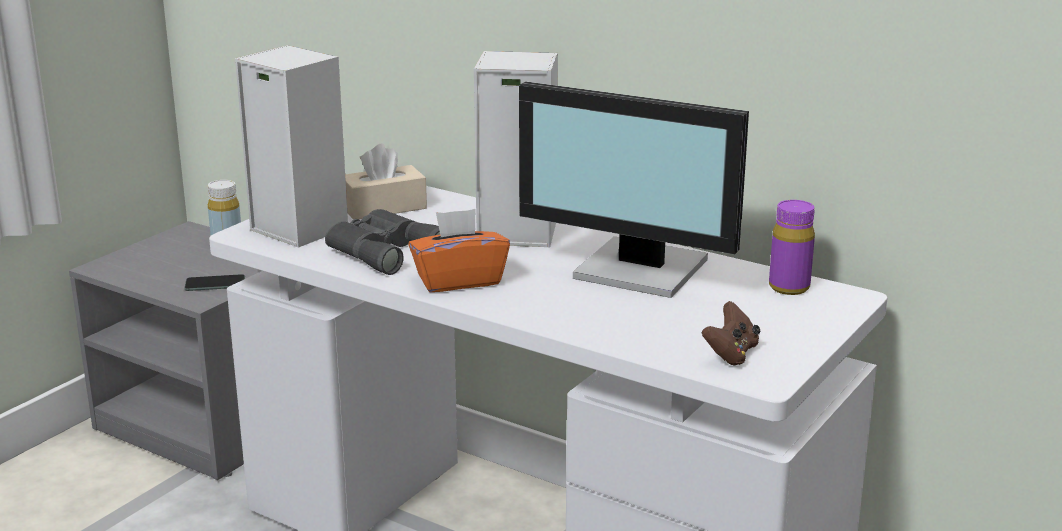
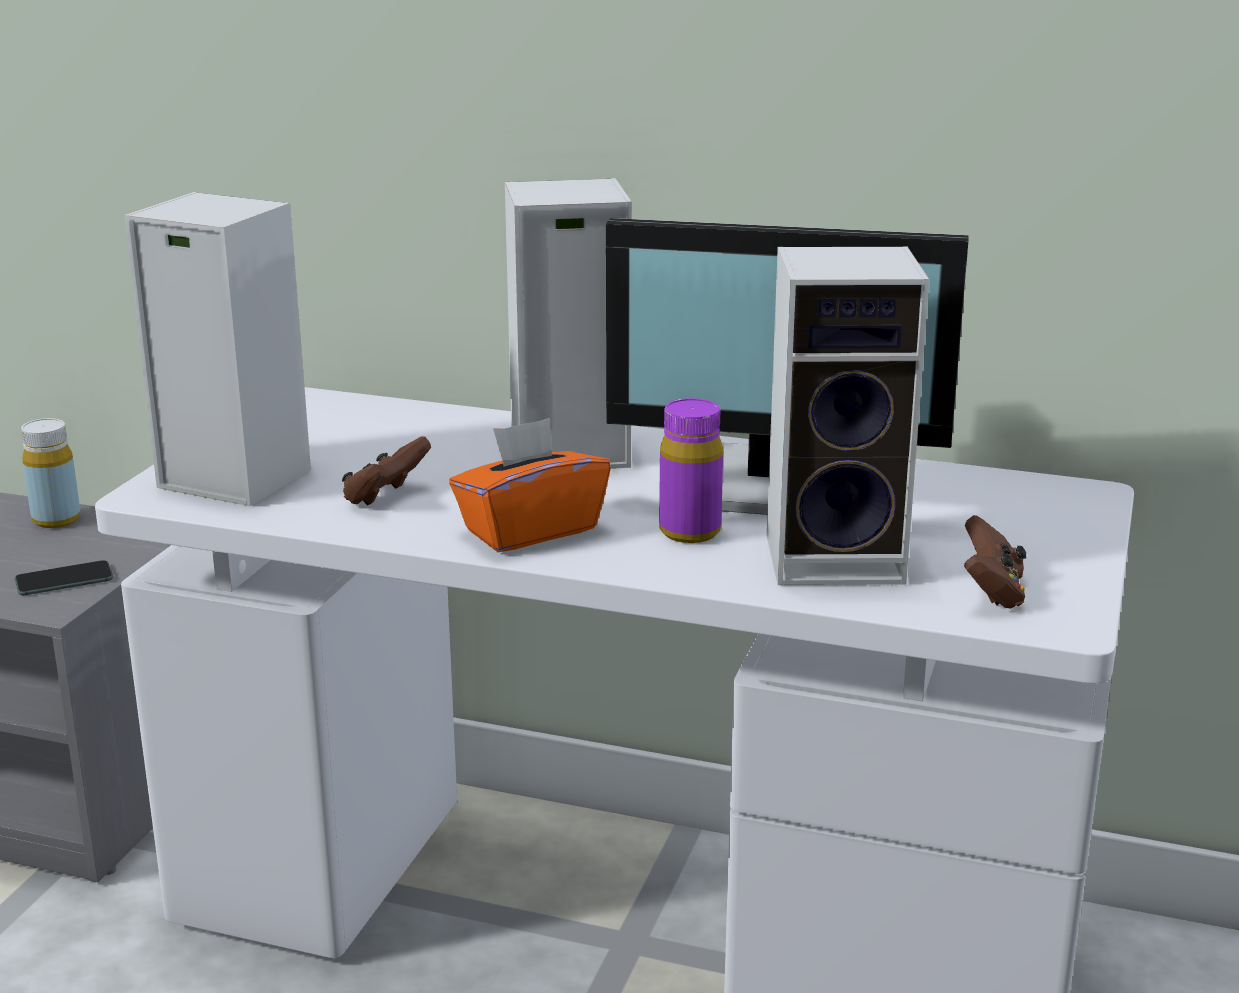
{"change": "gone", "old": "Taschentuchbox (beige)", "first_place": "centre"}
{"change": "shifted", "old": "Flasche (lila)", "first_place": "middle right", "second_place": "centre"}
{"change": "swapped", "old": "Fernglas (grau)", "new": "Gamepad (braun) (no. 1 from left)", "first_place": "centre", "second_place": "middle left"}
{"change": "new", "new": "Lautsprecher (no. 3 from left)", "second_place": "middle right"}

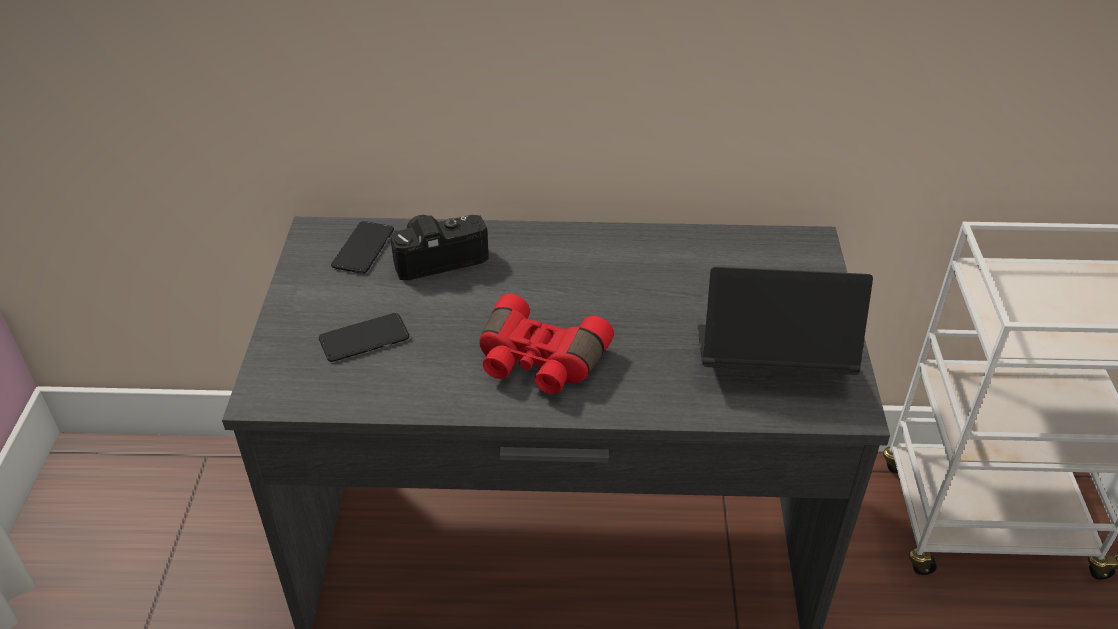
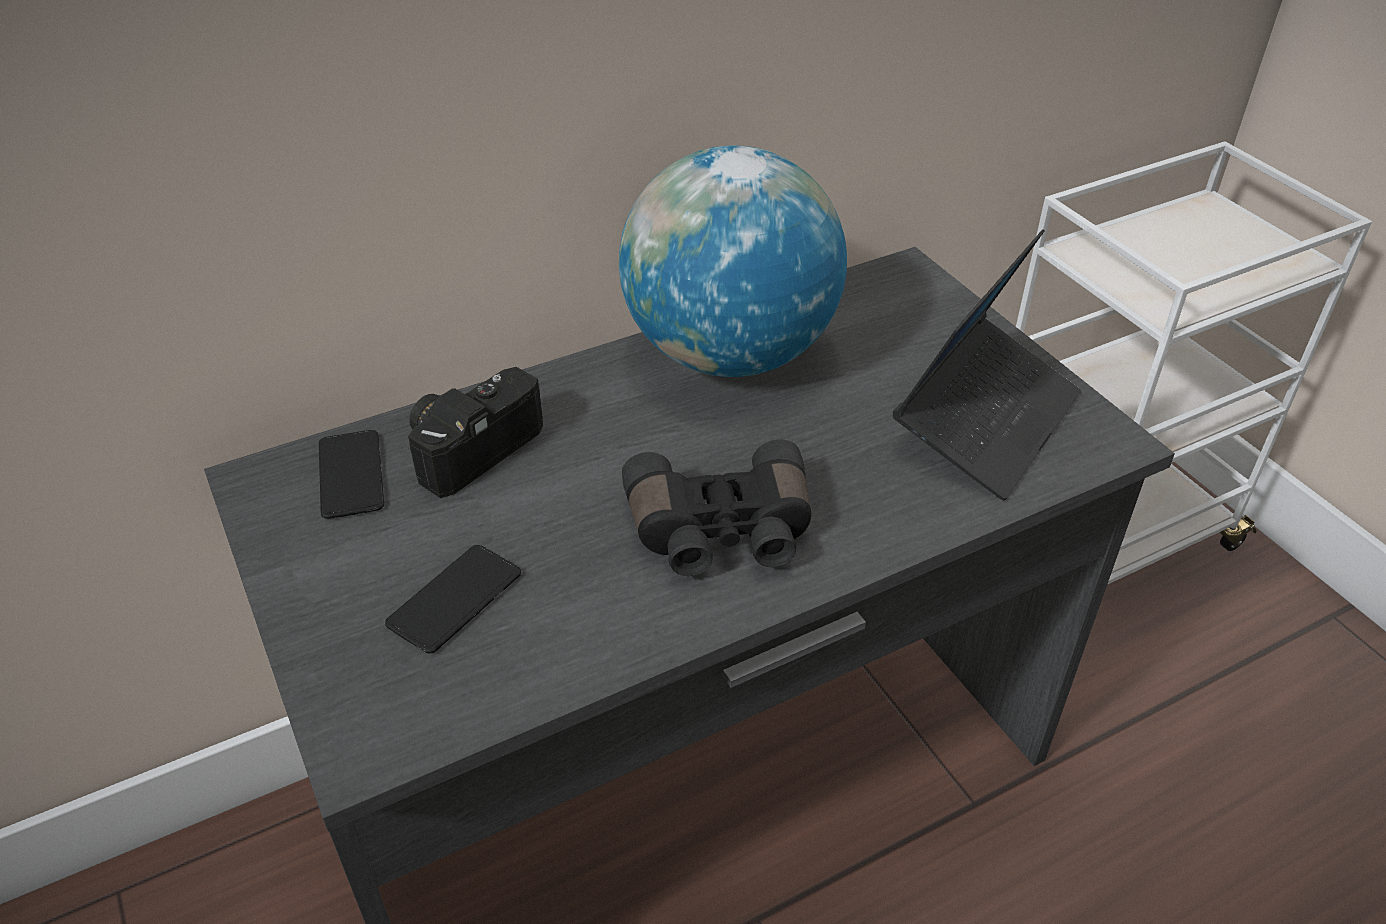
{"change": "rotated", "old": "Laptop", "first_place": "middle right", "second_place": "middle right", "degrees": 150}
{"change": "repainted", "old": "Fernglas (rot)", "new": "Fernglas (schwarz)", "first_place": "centre", "second_place": "centre"}
{"change": "new", "new": "Globus", "second_place": "top centre"}

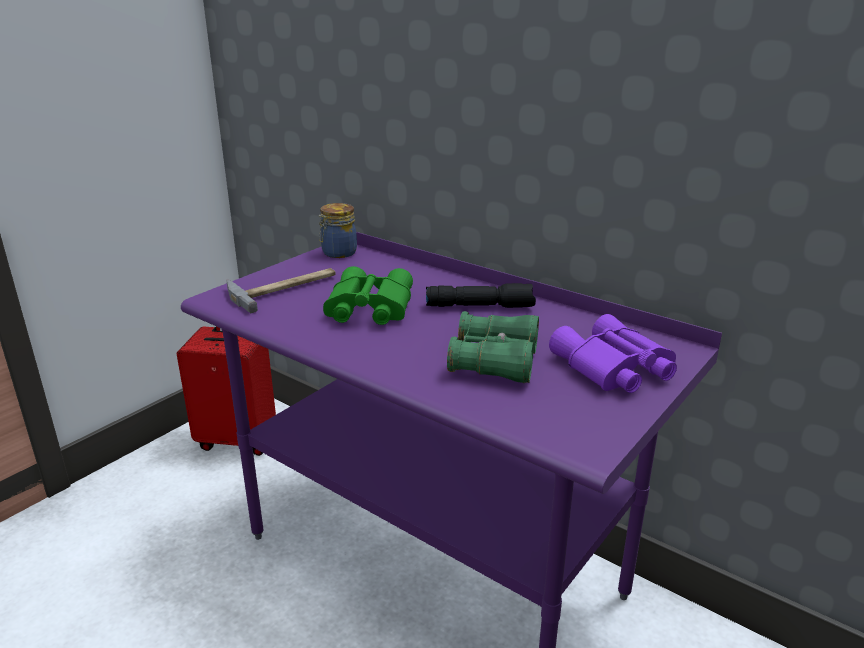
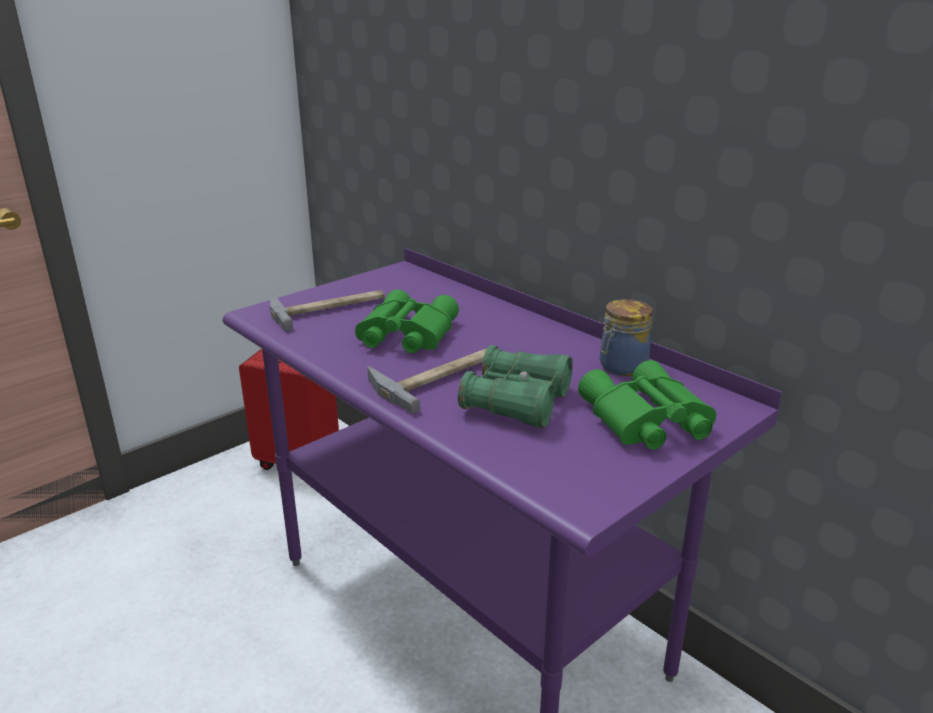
{"change": "shifted", "old": "Vorratsglas", "first_place": "centre", "second_place": "middle right"}
{"change": "gone", "old": "Taschenlampe (schwarz)", "first_place": "centre"}
{"change": "repainted", "old": "Fernglas (lila)", "new": "Fernglas (grün) (no. 3 from left)", "first_place": "middle right", "second_place": "middle right"}
{"change": "new", "new": "Hammer (no. 2 from left)", "second_place": "centre"}

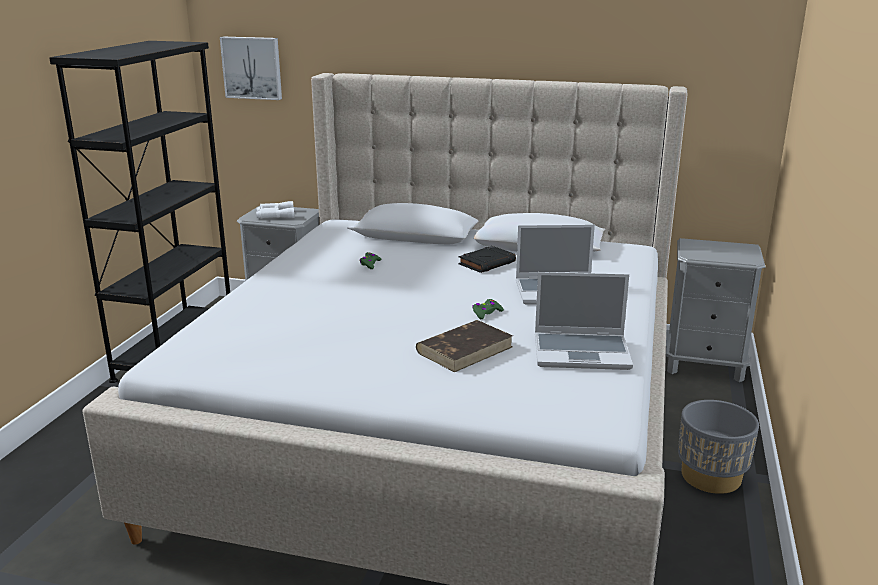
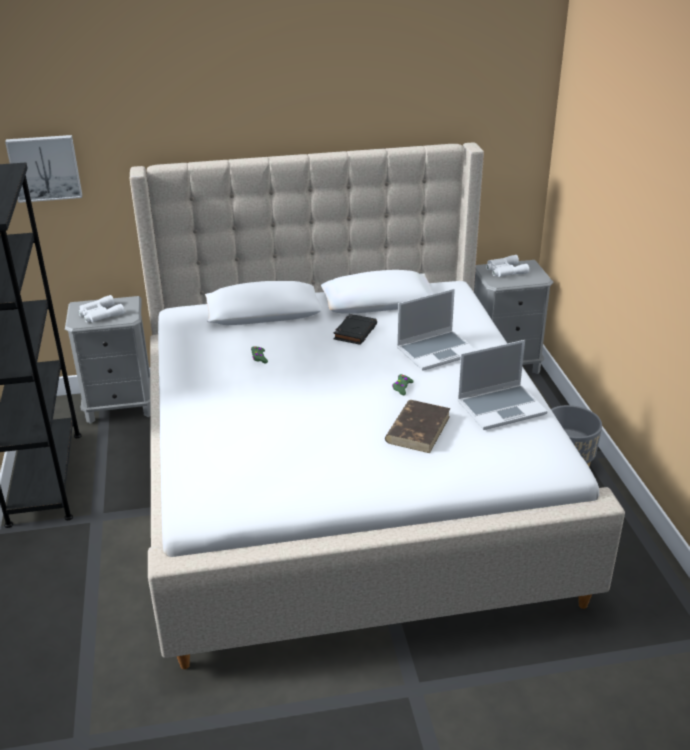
{"change": "new", "new": "Fernglas (weiß) (no. 2 from left)", "second_place": "middle right"}

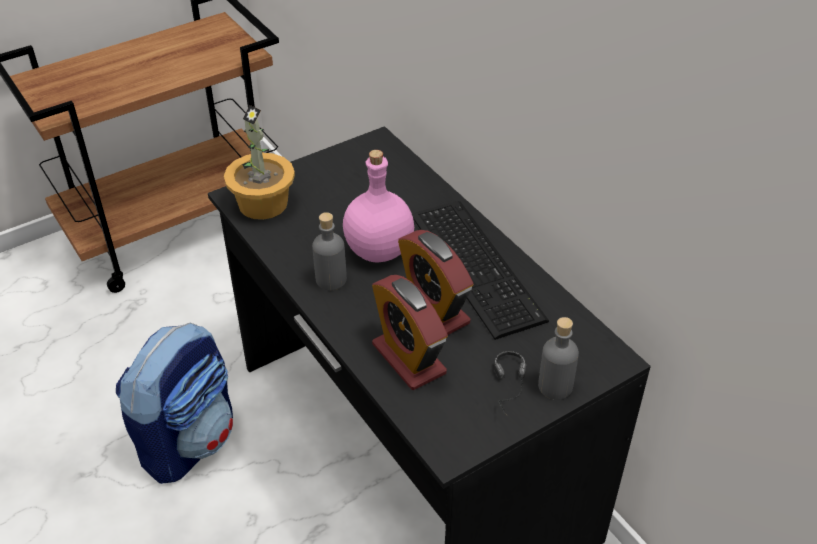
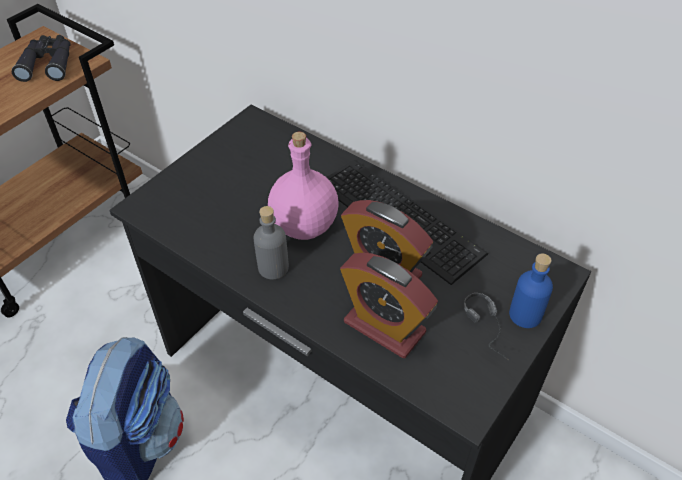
{"change": "gone", "old": "Topfpflanze", "first_place": "top left"}
{"change": "repainted", "old": "Flasche (grau) (no. 2 from left)", "new": "Flasche (blau)", "first_place": "middle right", "second_place": "middle right"}
{"change": "new", "new": "Fernglas (schwarz)", "second_place": "top left"}

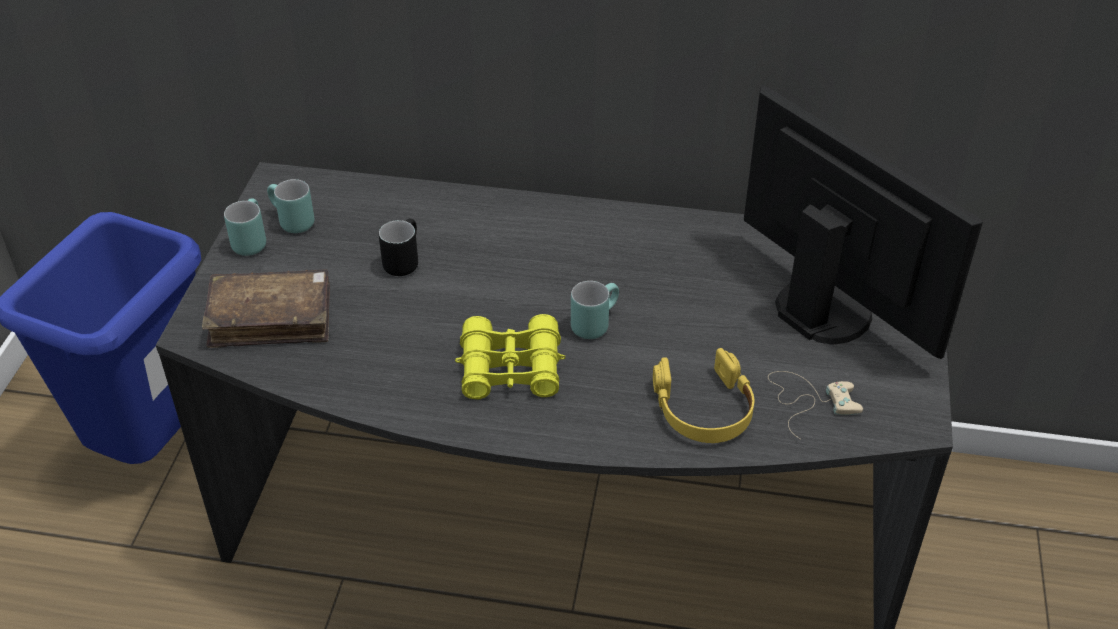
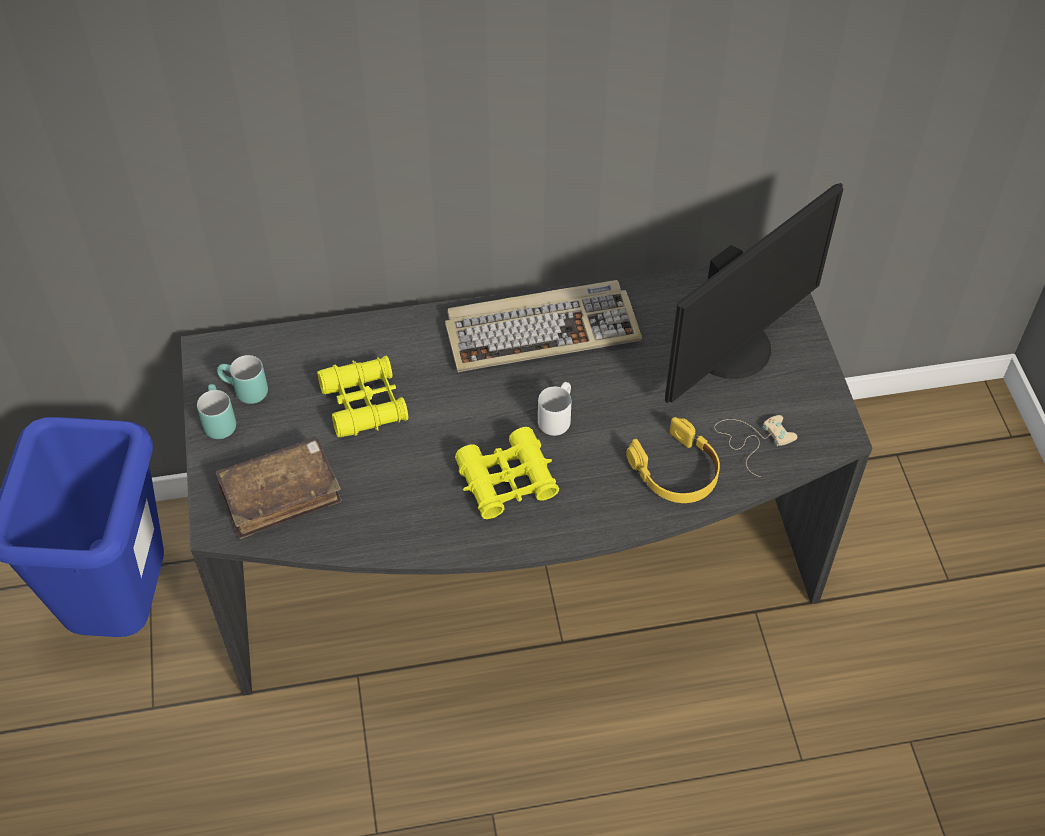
{"change": "rotated", "old": "Monitor", "first_place": "middle right", "second_place": "middle right", "degrees": 105}
{"change": "swapped", "old": "Henkelbecher (schwarz)", "new": "Fernglas (gelb) (no. 1 from left)", "first_place": "centre", "second_place": "centre"}
{"change": "repainted", "old": "Henkelbecher (türkis) (no. 3 from left)", "new": "Henkelbecher (weiß)", "first_place": "centre", "second_place": "centre"}
{"change": "new", "new": "Tastatur", "second_place": "centre"}

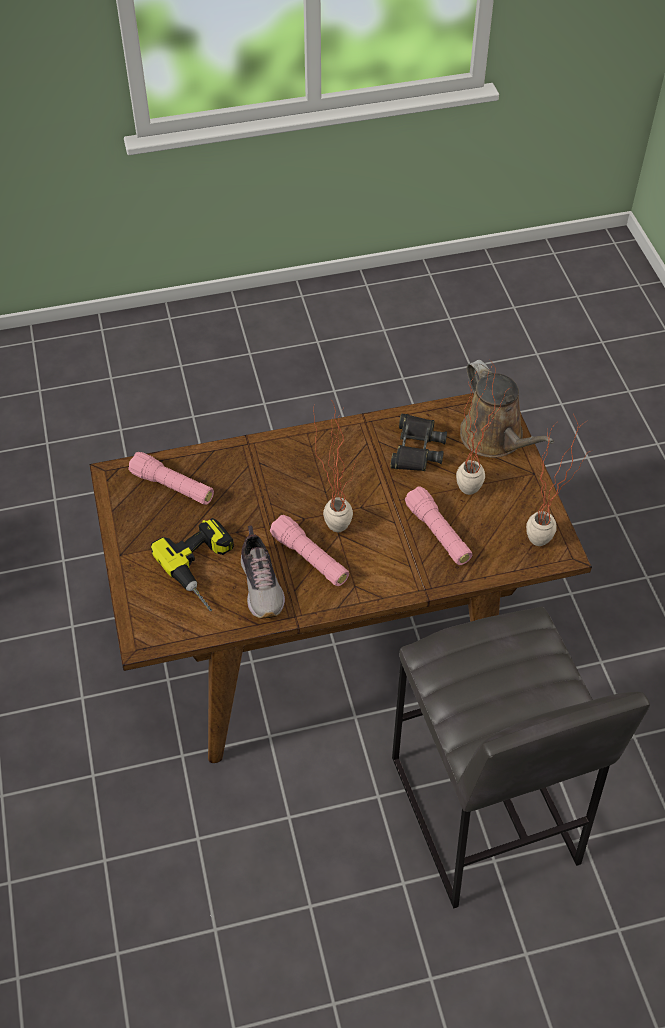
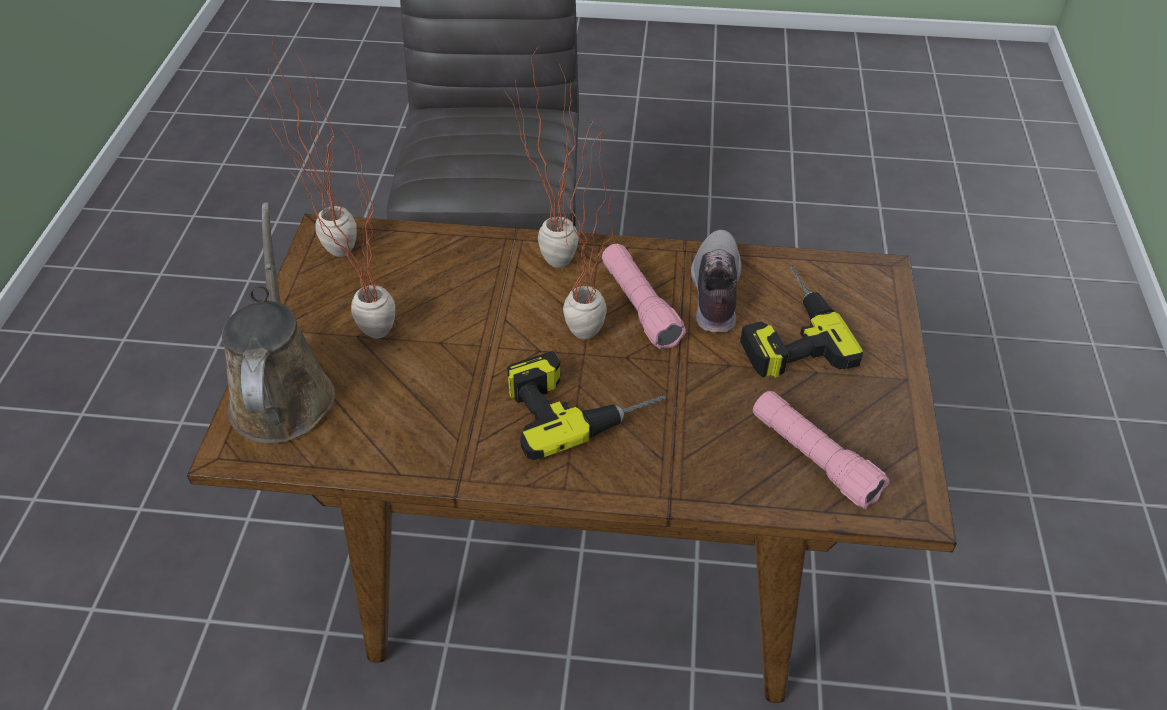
{"change": "gone", "old": "Fernglas (schwarz)", "first_place": "centre"}
{"change": "gone", "old": "Taschenlampe (rosa) (no. 3 from left)", "first_place": "centre"}
{"change": "new", "new": "Topfpflanze (no. 3 from left)", "second_place": "top centre"}
{"change": "new", "new": "Bohrmaschine (no. 1 from left)", "second_place": "centre"}

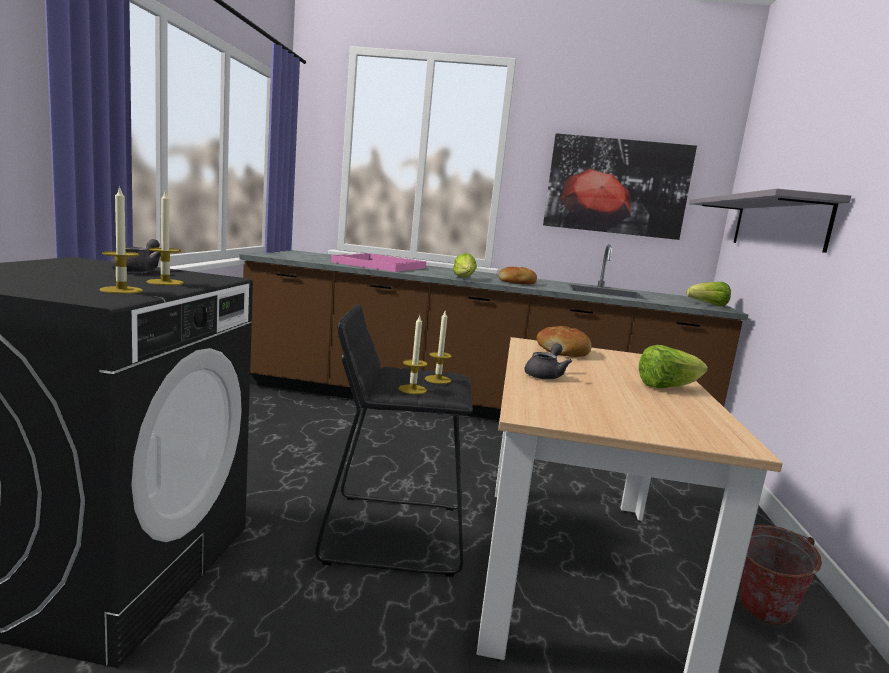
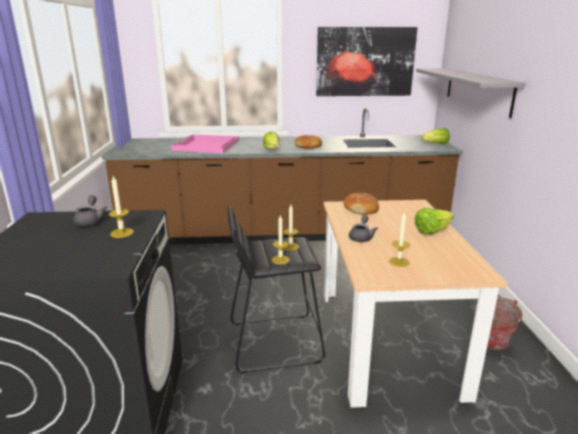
{"change": "shifted", "old": "Kerze (no. 1 from left in the first image)", "new": "Kerze (no. 4 from left)", "first_place": "middle left", "second_place": "middle right"}

